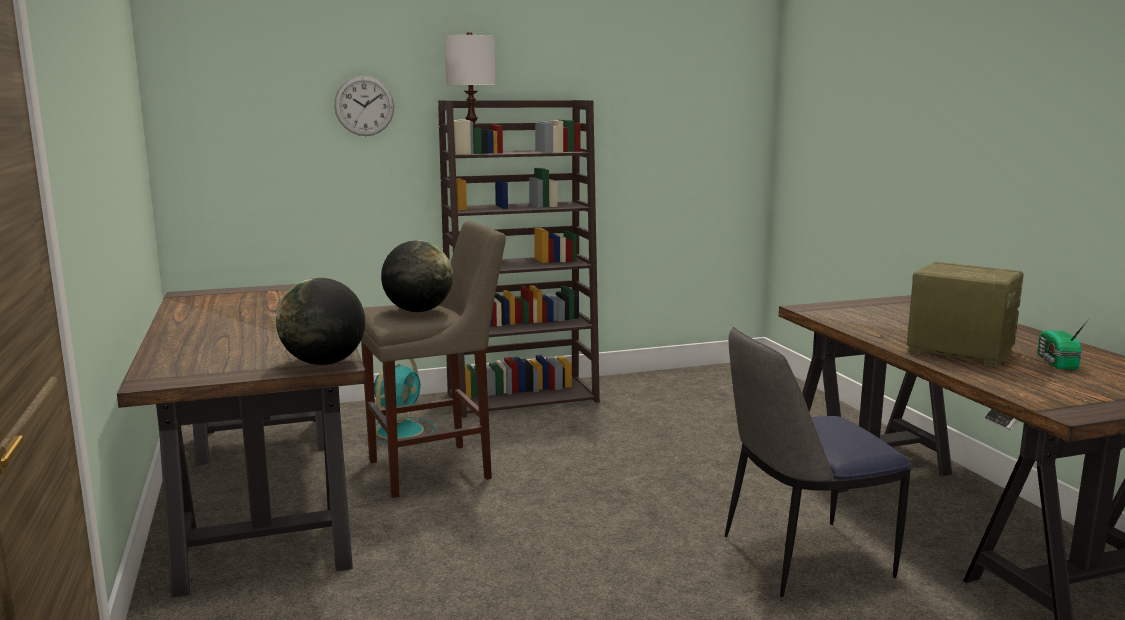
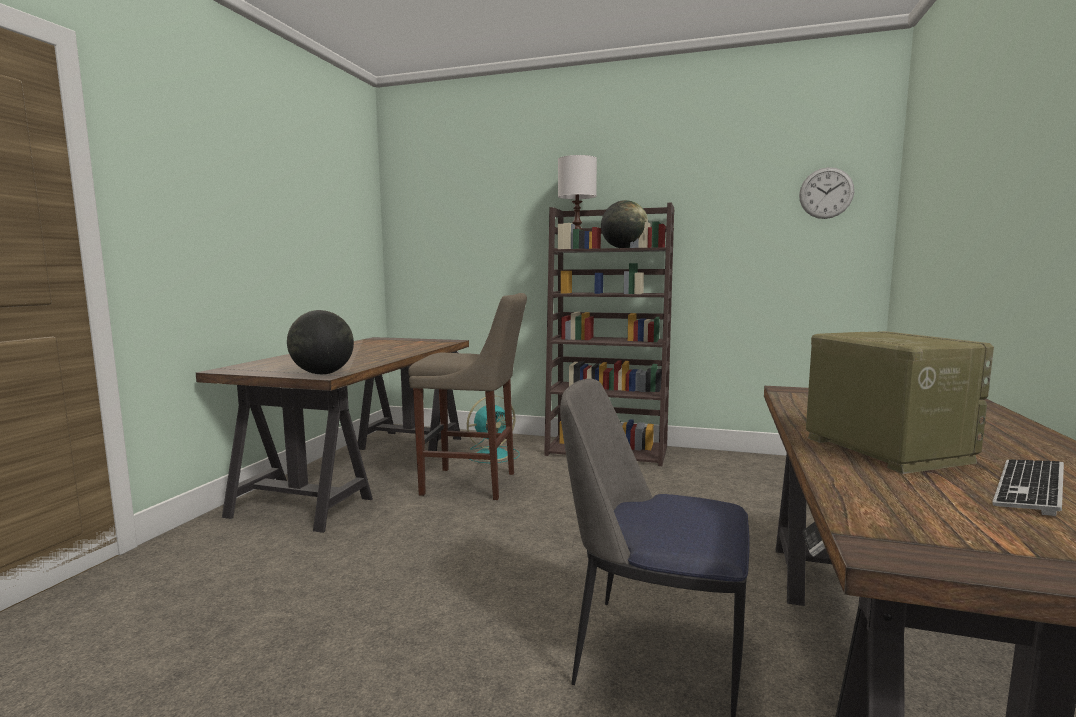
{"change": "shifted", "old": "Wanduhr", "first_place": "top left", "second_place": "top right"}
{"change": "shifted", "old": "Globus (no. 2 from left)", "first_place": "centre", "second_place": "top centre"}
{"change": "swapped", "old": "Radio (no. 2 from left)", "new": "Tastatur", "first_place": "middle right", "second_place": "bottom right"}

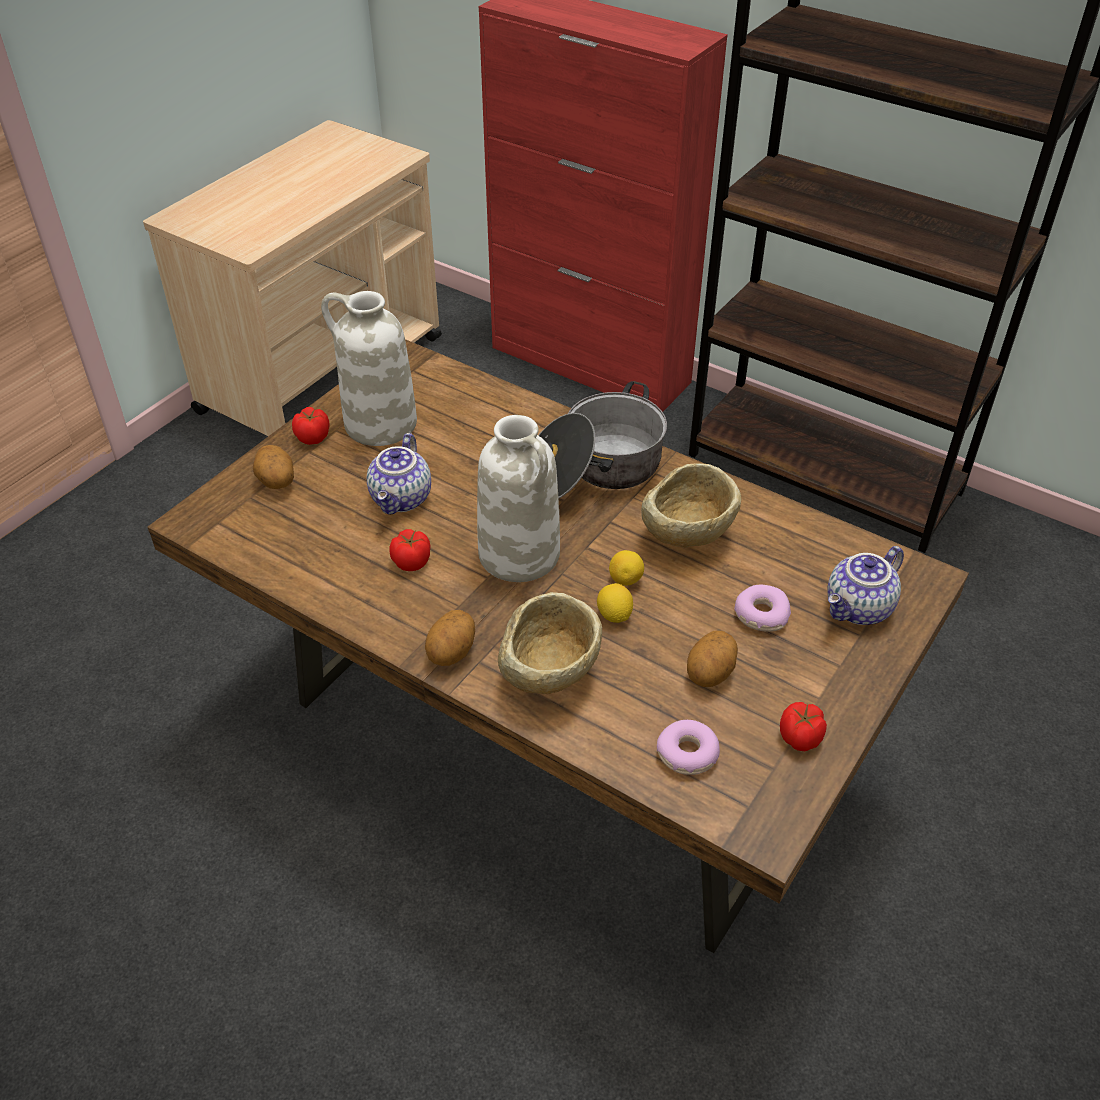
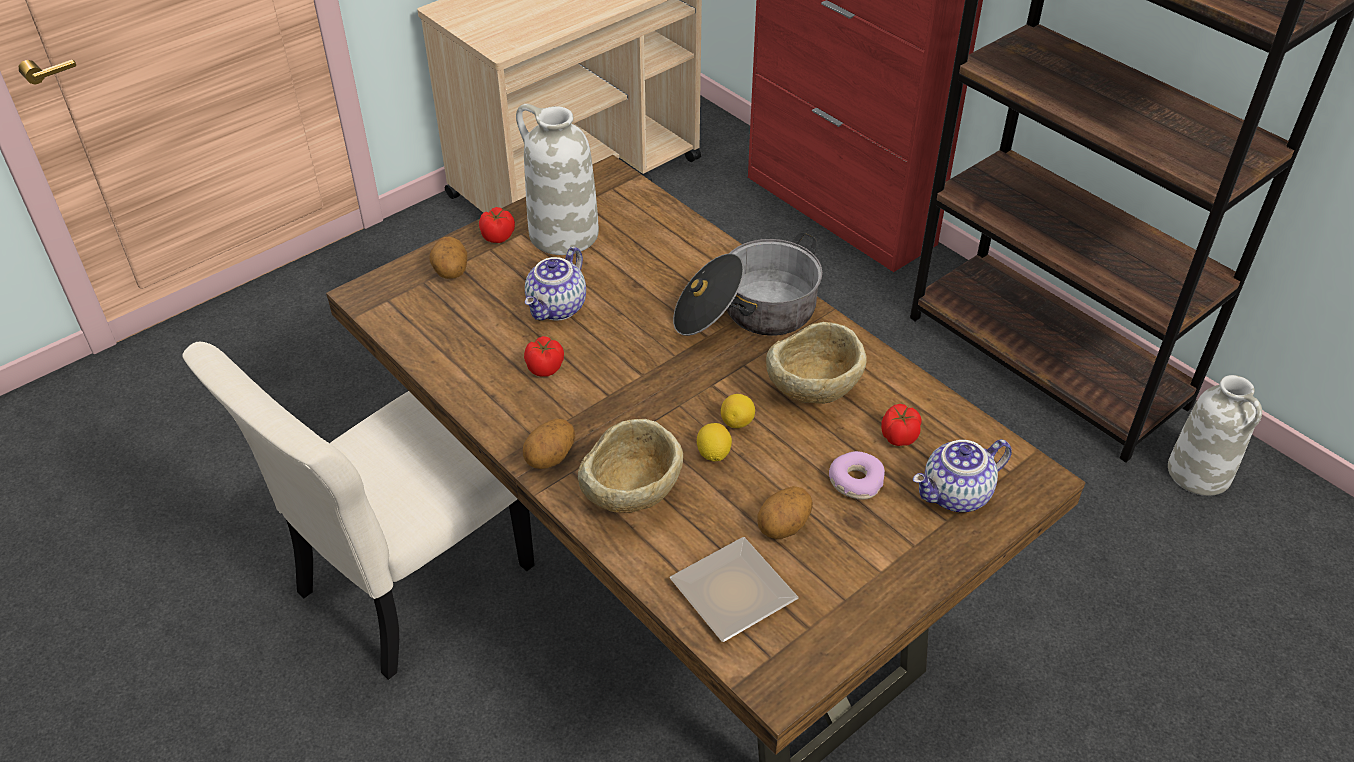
{"change": "shifted", "old": "Vase (weiß) (no. 2 from left)", "first_place": "centre", "second_place": "middle right"}
{"change": "shifted", "old": "Tomate (no. 3 from left)", "first_place": "middle right", "second_place": "centre"}
{"change": "swapped", "old": "Donut (no. 1 from left)", "new": "Teller", "first_place": "bottom centre", "second_place": "bottom centre"}
{"change": "new", "new": "Stuhl (beige)", "second_place": "bottom left"}

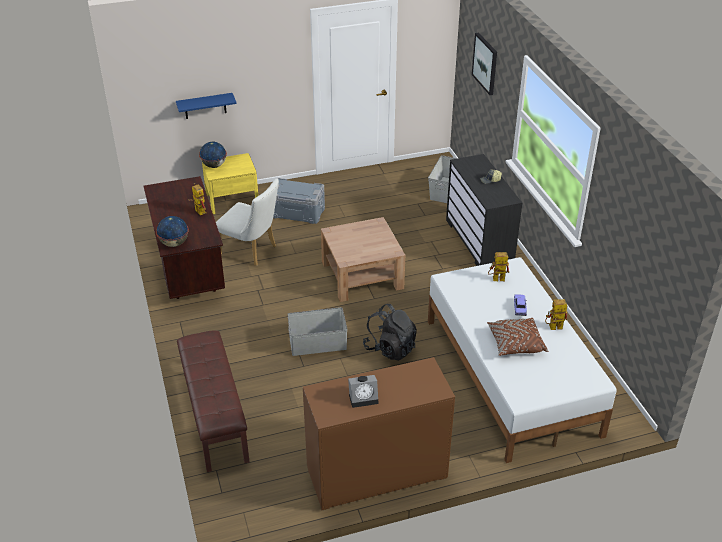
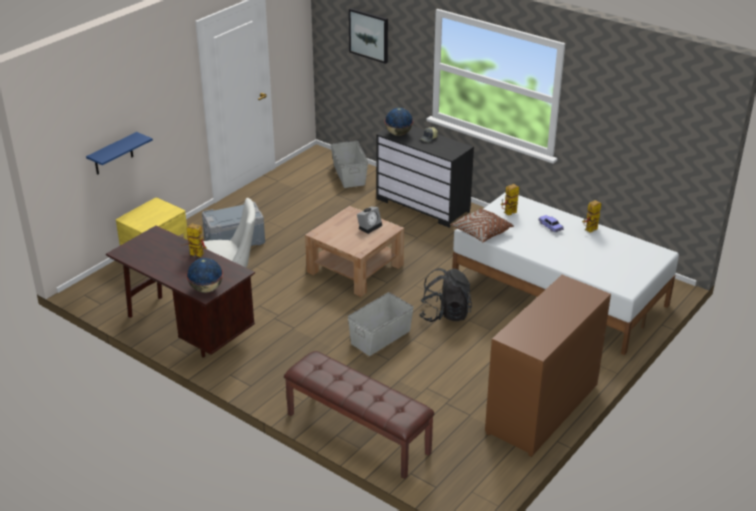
{"change": "shifted", "old": "Globus (no. 2 from left)", "first_place": "top left", "second_place": "top centre"}
{"change": "shifted", "old": "Kissen (braun)", "first_place": "middle right", "second_place": "centre"}
{"change": "shifted", "old": "Wecker", "first_place": "bottom centre", "second_place": "centre"}

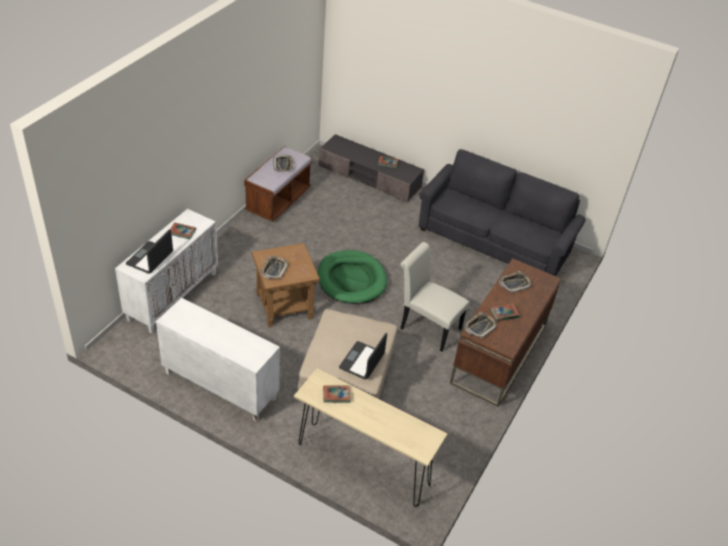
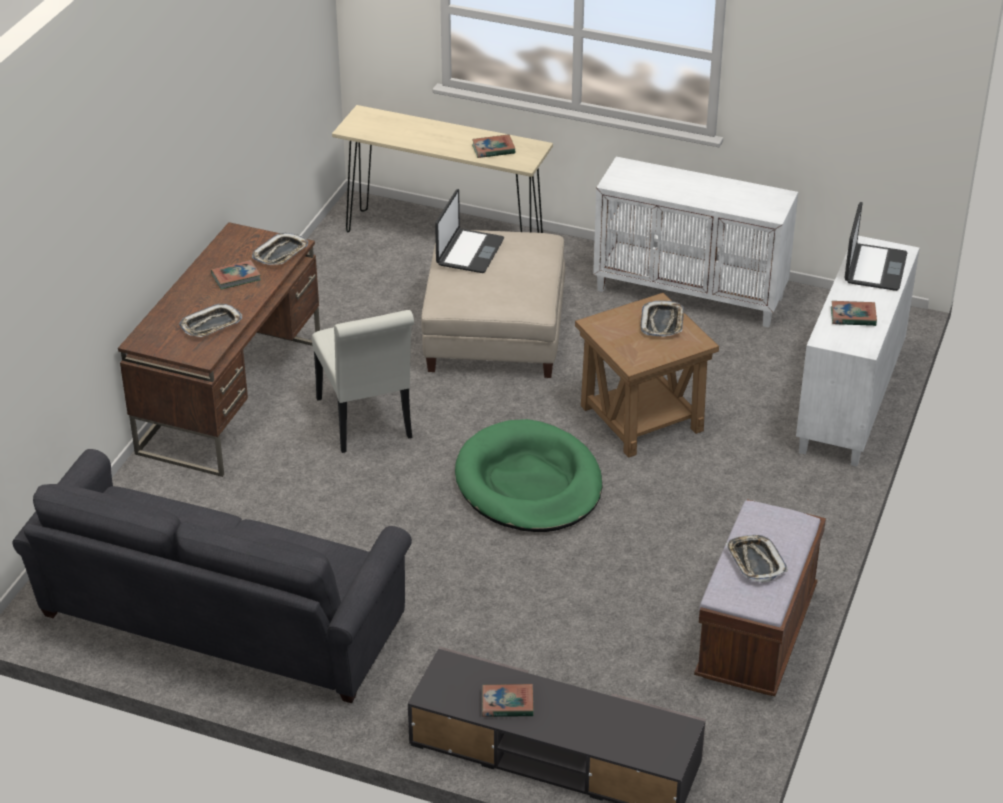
{"change": "rotated", "old": "Stuhl (weiß)", "first_place": "centre", "second_place": "centre", "degrees": 45}

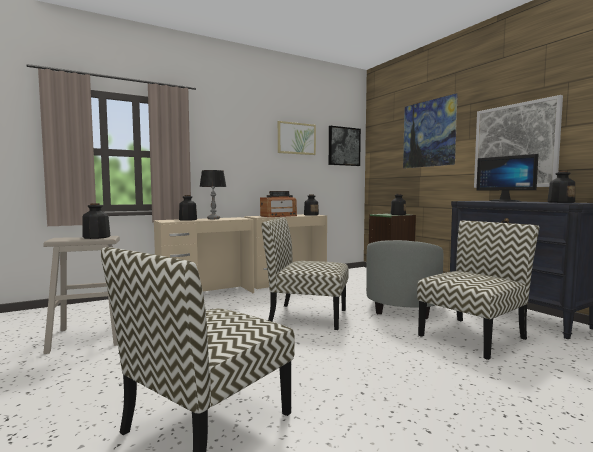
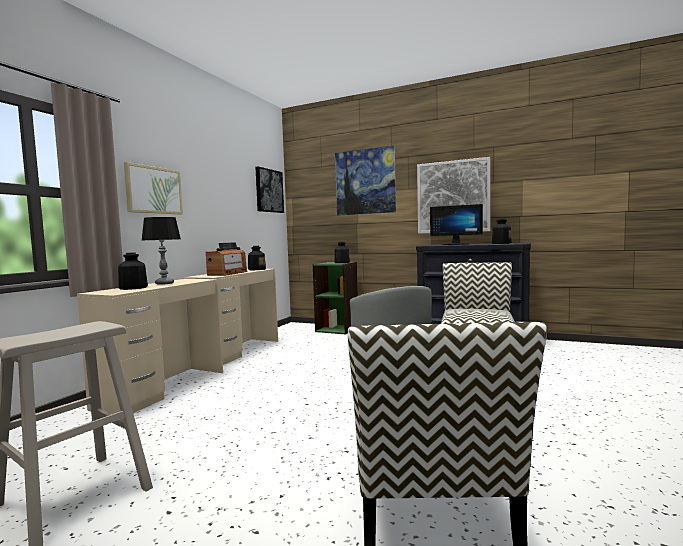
{"change": "shifted", "old": "Bild (no. 1 from left)", "first_place": "top centre", "second_place": "middle left"}
{"change": "gone", "old": "Flasche (no. 1 from left)", "first_place": "middle left"}
{"change": "gone", "old": "Stuhl (no. 2 from left)", "first_place": "centre"}

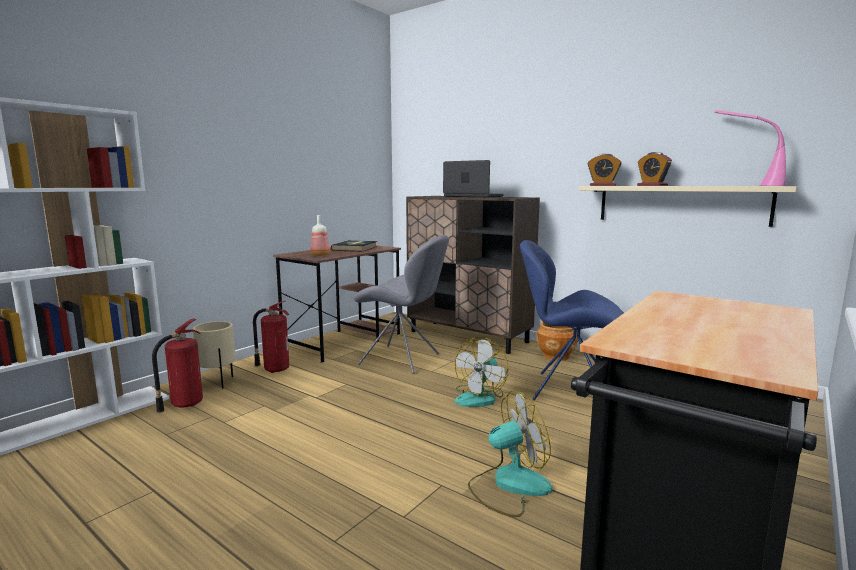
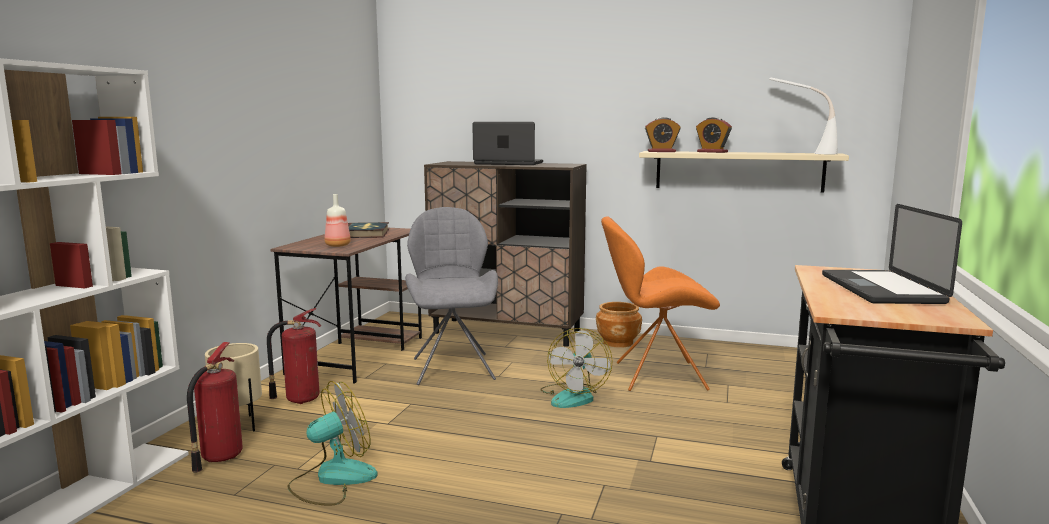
{"change": "repainted", "old": "Tischlampe (rosa)", "new": "Tischlampe (weiß)", "first_place": "top right", "second_place": "top right"}
{"change": "rotated", "old": "Stuhl (grau)", "first_place": "centre", "second_place": "centre", "degrees": -105}
{"change": "repainted", "old": "Stuhl (blau)", "new": "Stuhl (orange)", "first_place": "middle right", "second_place": "centre"}
{"change": "shifted", "old": "Ventilator (no. 2 from left in the first image)", "new": "Ventilator (no. 1 from left)", "first_place": "bottom centre", "second_place": "bottom left"}
{"change": "new", "new": "Laptop (no. 2 from left)", "second_place": "middle right"}

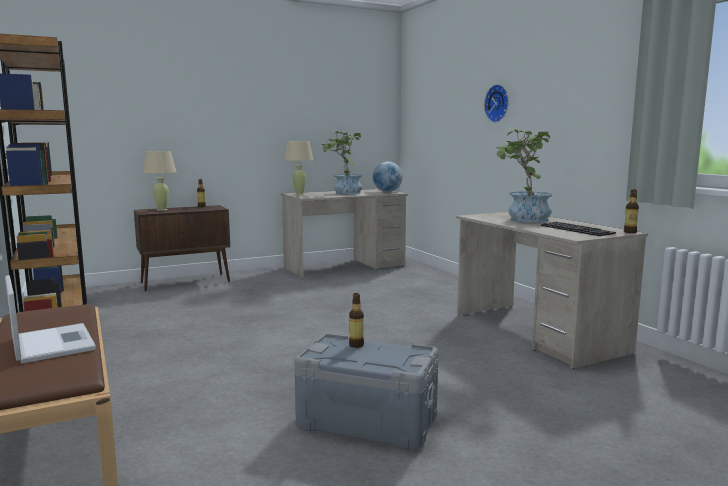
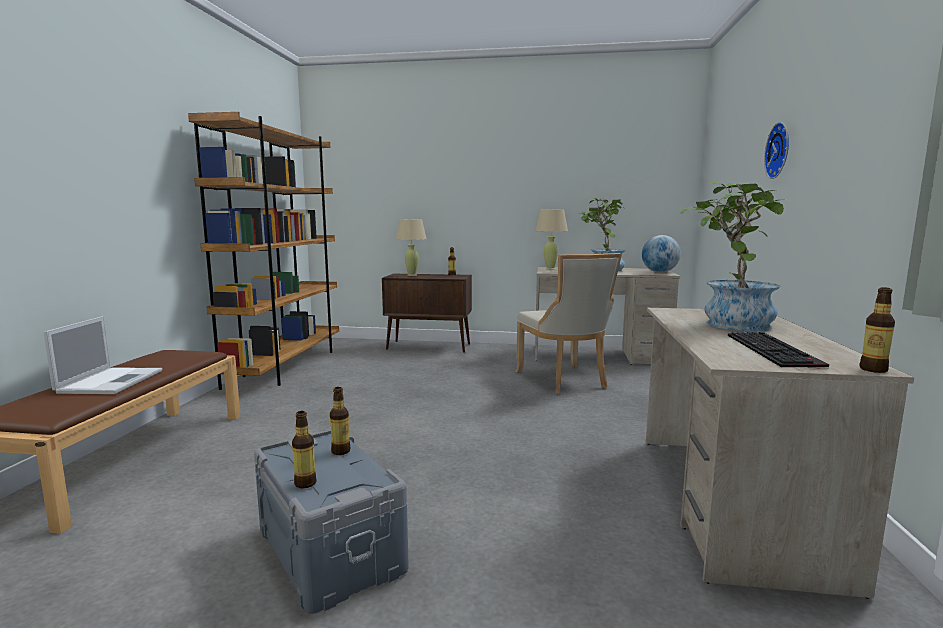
{"change": "new", "new": "Stuhl (beige)", "second_place": "centre"}
{"change": "new", "new": "Flasche (no. 1 from left)", "second_place": "bottom left"}

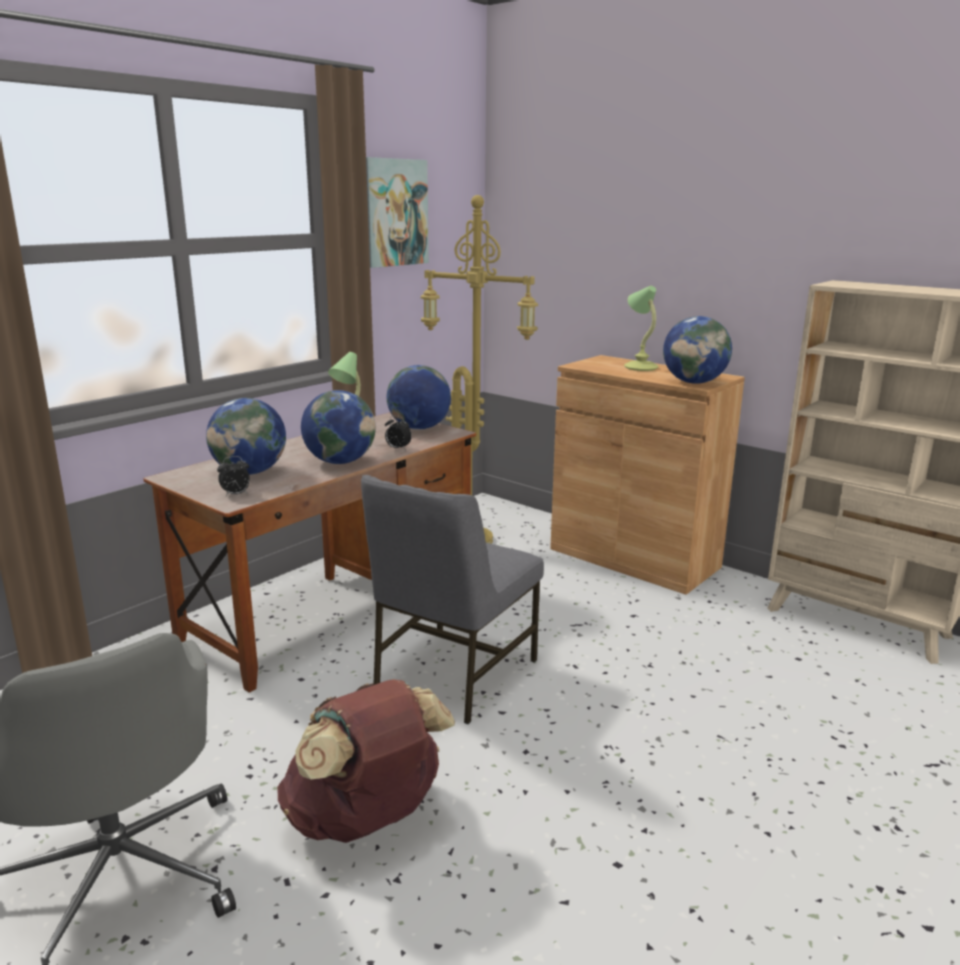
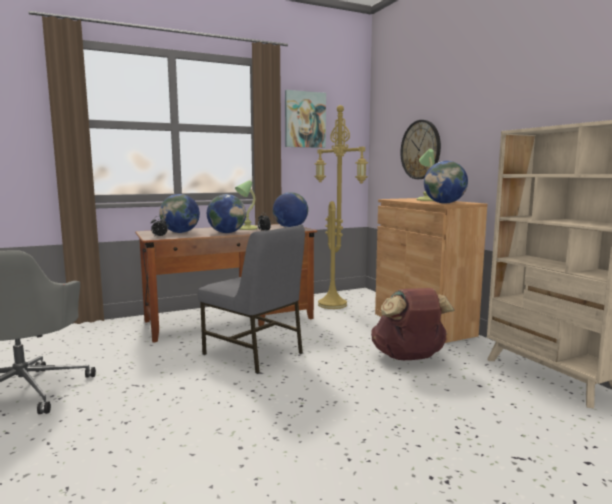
{"change": "rotated", "old": "Stuhl (grau)", "first_place": "centre", "second_place": "centre", "degrees": -105}
{"change": "shifted", "old": "Rucksack (braun)", "first_place": "bottom centre", "second_place": "middle right"}
{"change": "new", "new": "Wanduhr", "second_place": "top right"}

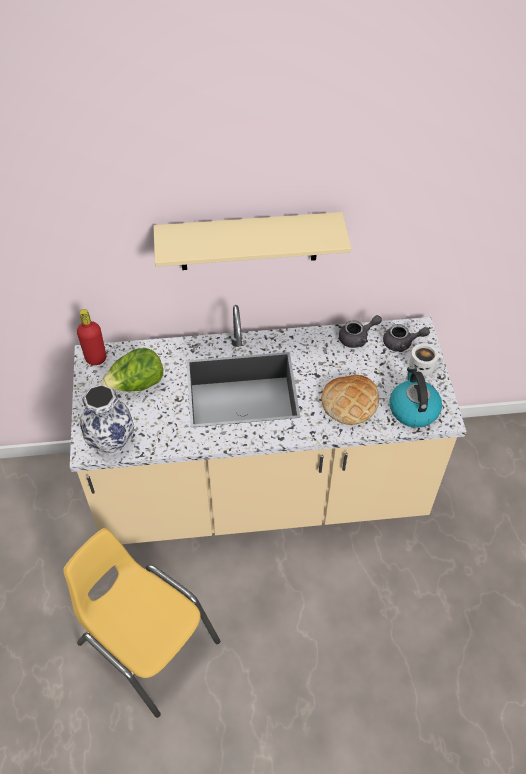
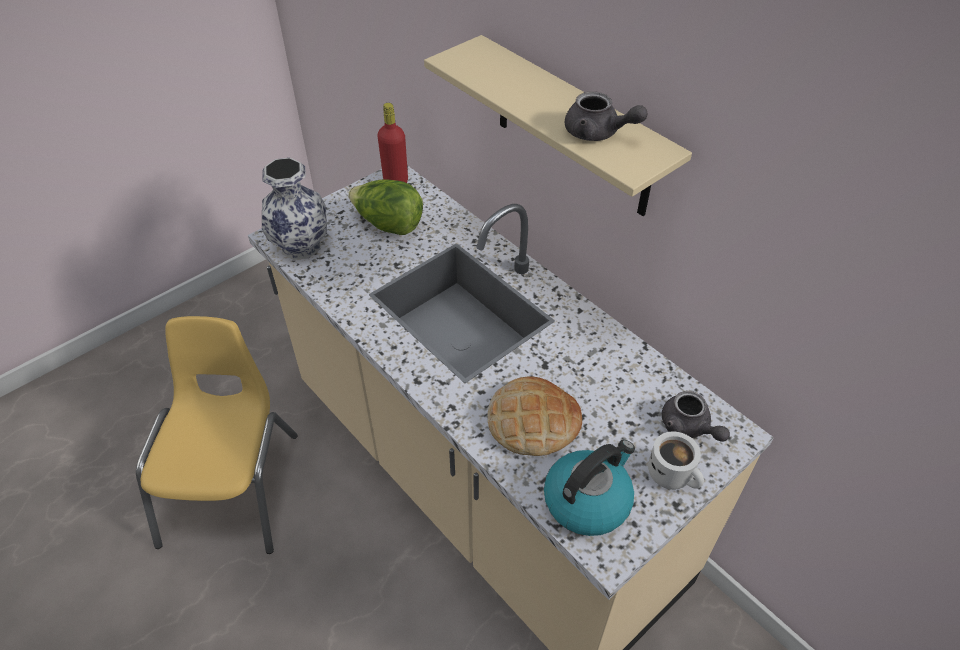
{"change": "shifted", "old": "Teekanne (grau) (no. 1 from left)", "first_place": "middle right", "second_place": "top centre"}

